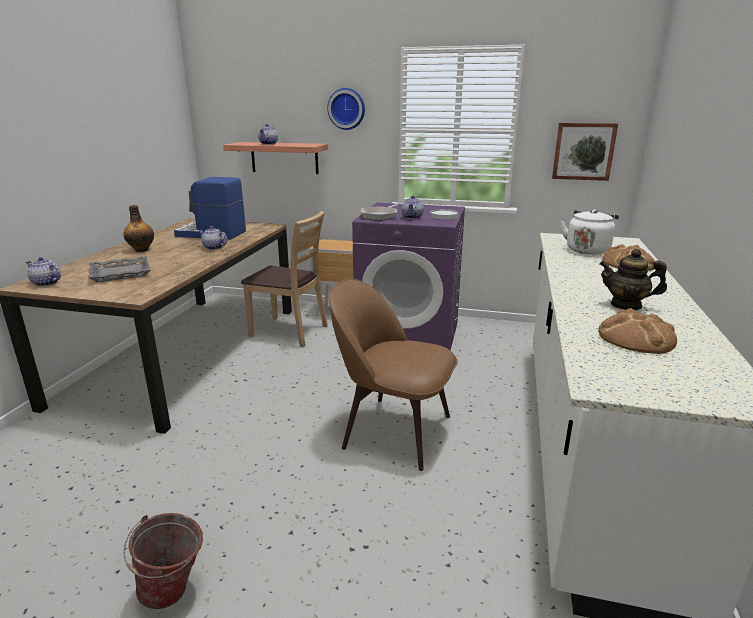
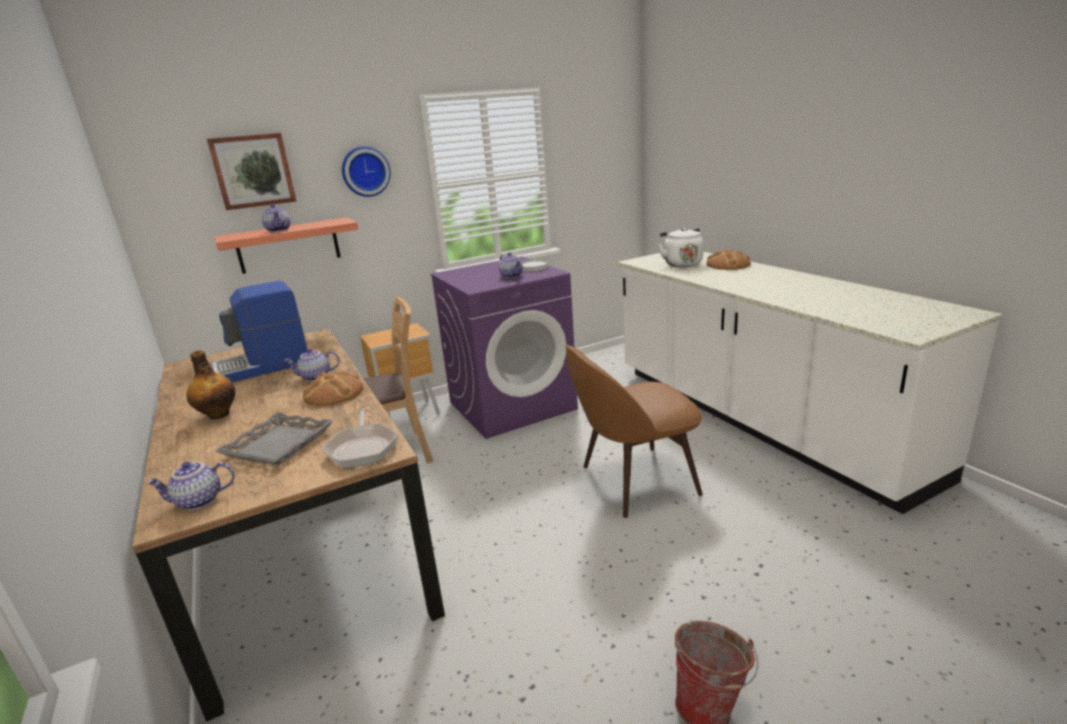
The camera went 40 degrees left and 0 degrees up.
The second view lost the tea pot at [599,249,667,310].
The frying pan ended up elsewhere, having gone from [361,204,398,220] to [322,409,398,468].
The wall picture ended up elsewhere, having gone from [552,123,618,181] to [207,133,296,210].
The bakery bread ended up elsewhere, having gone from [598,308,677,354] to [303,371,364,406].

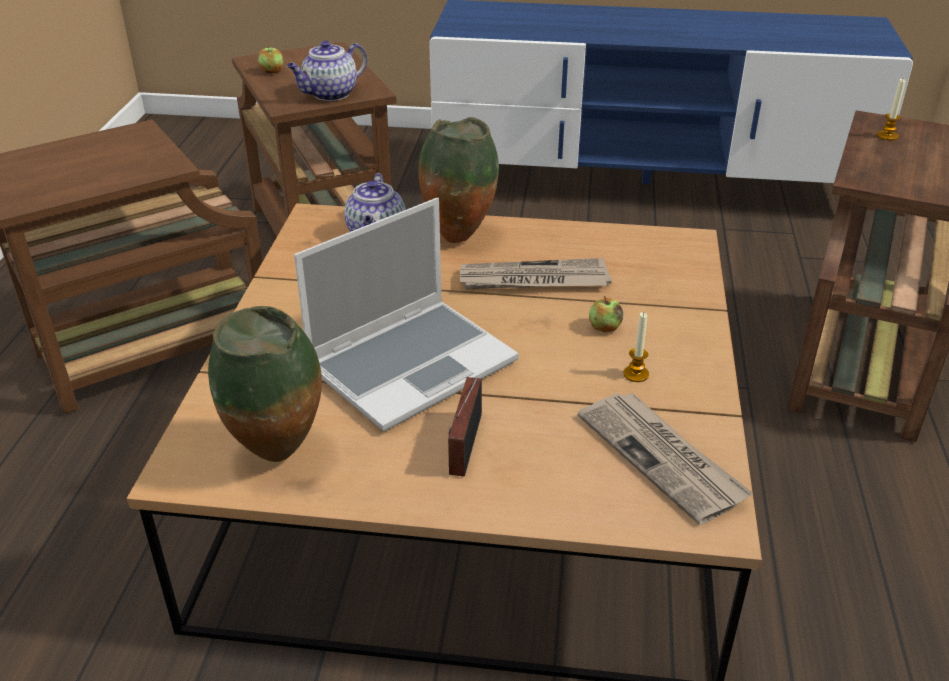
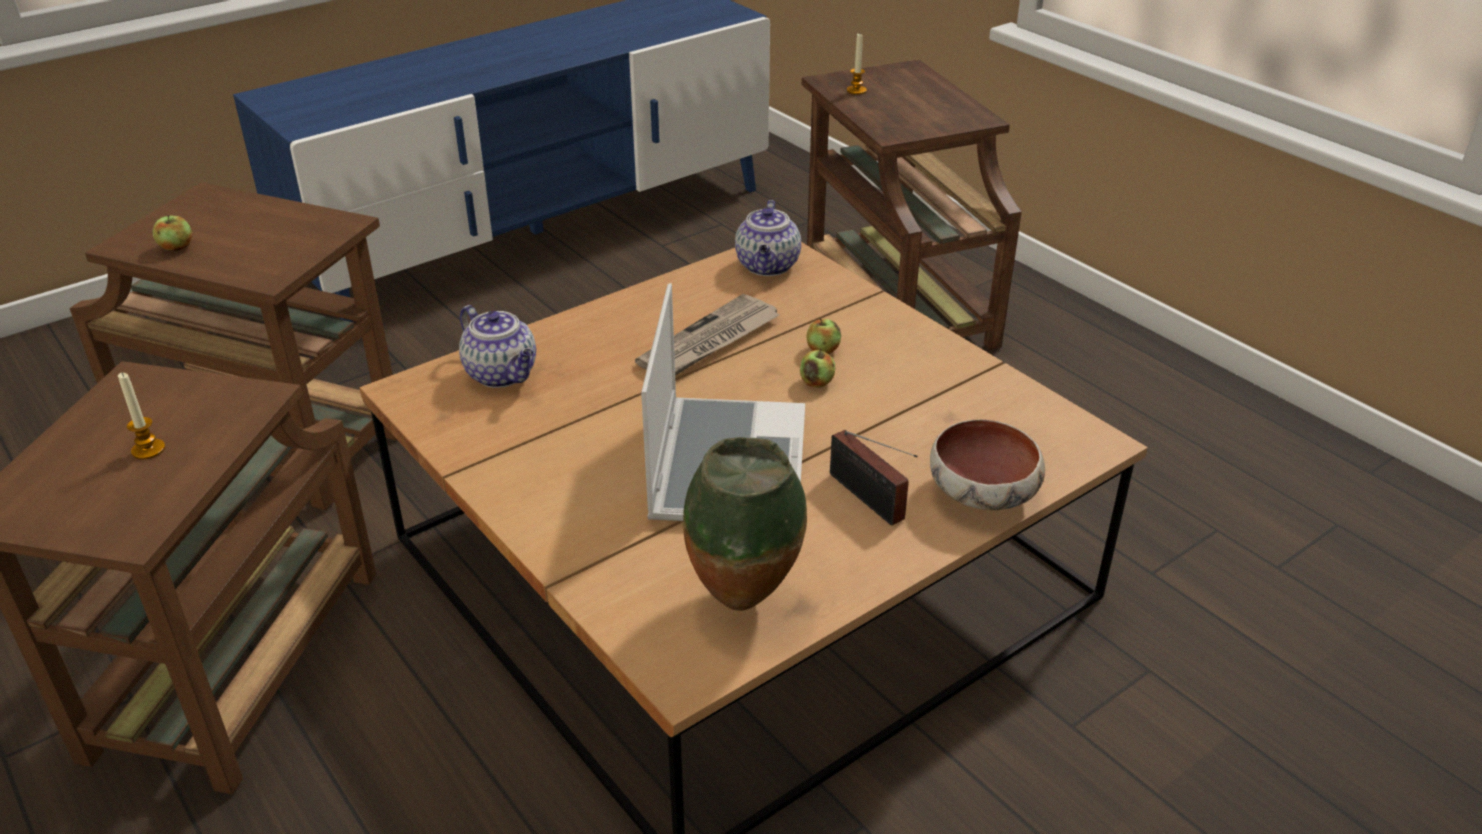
The camera went 45 degrees left and 0 degrees up.
The second view lost the flower vase at [418,117,499,243].
The second view lost the newspaper at [578,393,753,525].
The second view gained the apple fruit at [800,348,835,388].
The second view gained the bowl at [930,419,1045,510].
The tea pot ended up elsewhere, having gone from [287,41,367,101] to [735,200,801,276].
The candle ended up elsewhere, having gone from [623,312,649,382] to [118,373,165,460].

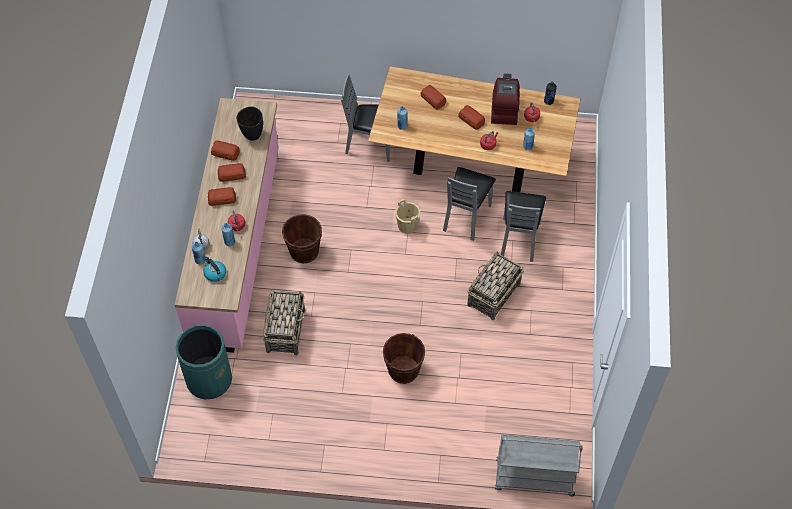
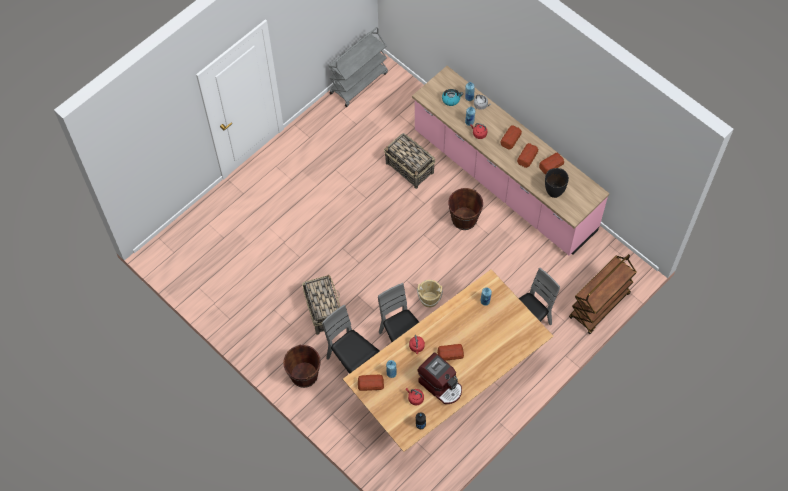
The camera went 130 degrees right and 5 degrees up.
The second view lost the green trash can at [175,325,232,399].
The second view gained the brown-coloured cart at [569,254,637,334].
The brown-coloured water bucket ended up elsewhere, having gone from [383,333,425,384] to [283,345,321,388].
The bakery bread ended up elsewhere, having gone from [420,85,446,109] to [358,375,384,391].
The greyish cart ended up elsewhere, having gone from [495,434,583,496] to [329,27,388,107].

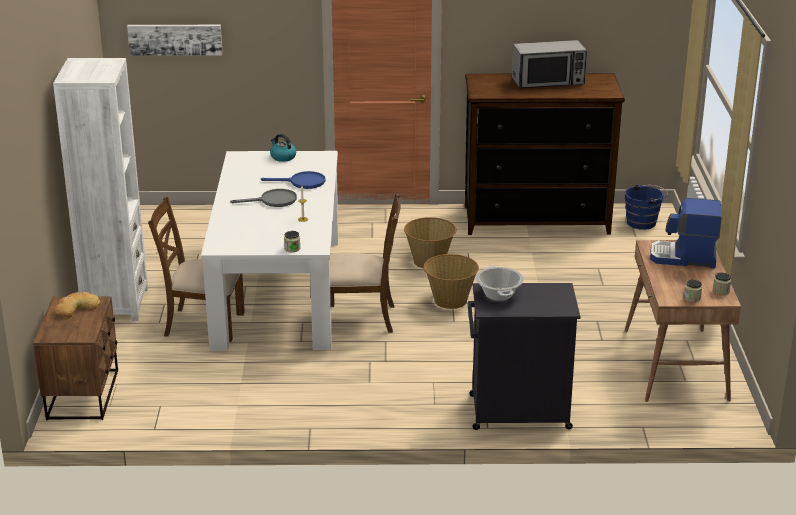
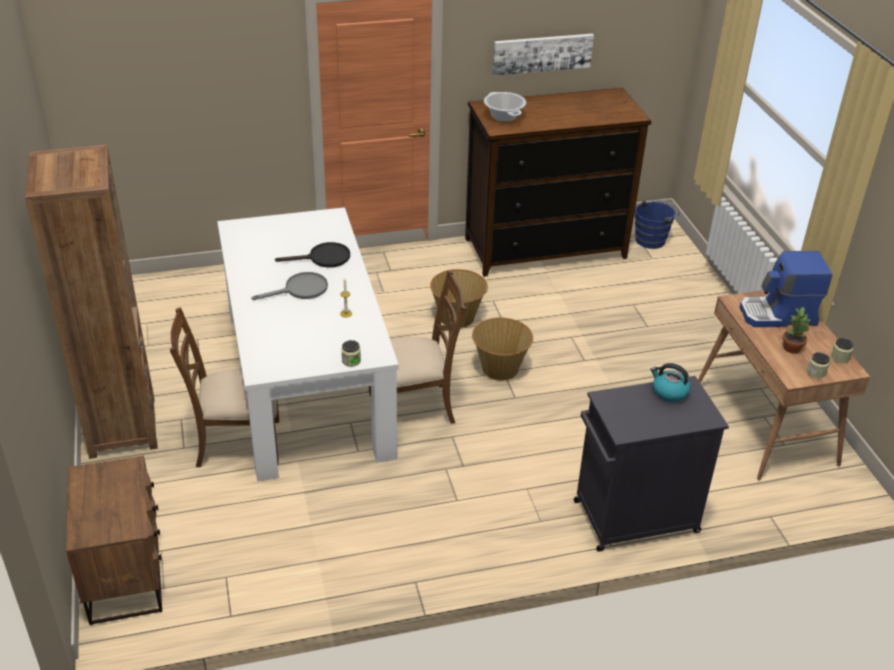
The camera went 15 degrees left and 10 degrees up.
The second view lost the bakery bread at [54,292,101,318].
The second view lost the kitchen microwave at [512,40,587,88].
The second view gained the plant in a pot at [782,306,811,354].
The wall picture ended up elsewhere, having gone from [127,25,223,56] to [492,34,594,76].
The kettle ended up elsewhere, having gone from [270,134,296,162] to [650,363,691,402].
The saucepot ended up elsewhere, having gone from [475,266,524,301] to [484,92,526,122].
What was the white-coloured bookcase at [53,58,148,321] turned into the brown-coloured bookcase at [25,145,158,459].
What was the blue-coloured frying pan at [261,171,325,189] turned into the black frying pan at [275,242,350,268].

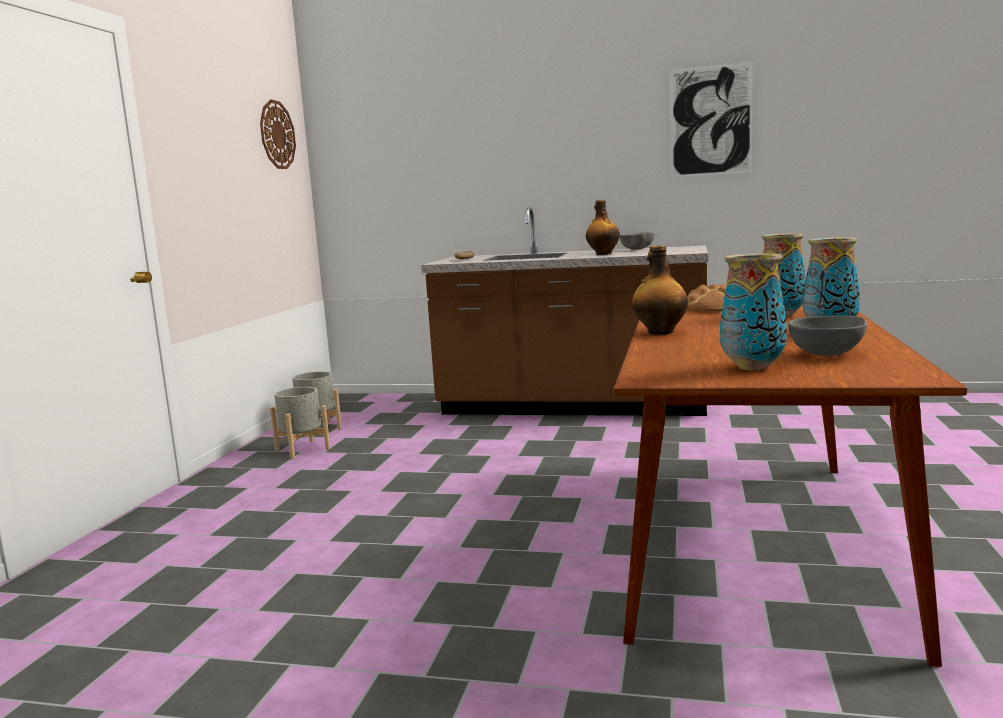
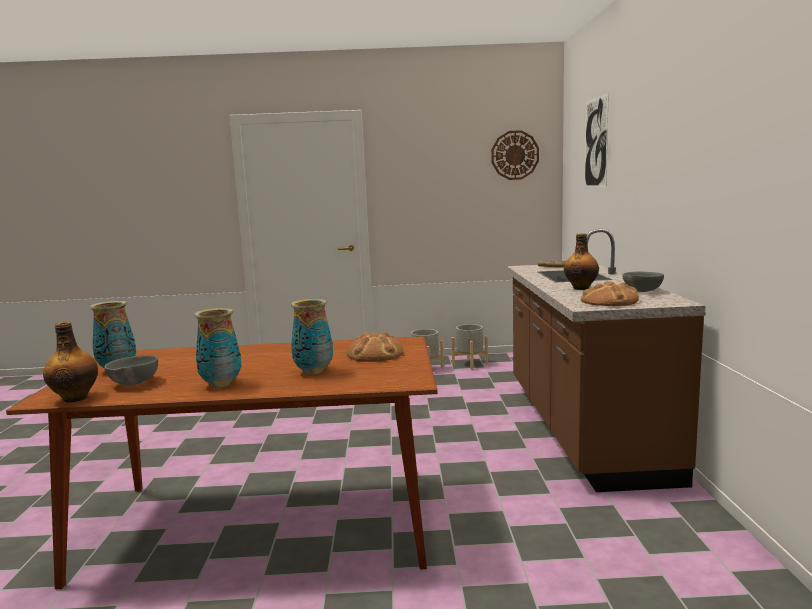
The camera went 75 degrees right and 0 degrees up.
The second view gained the bakery bread at [581,281,639,306].
The beverage bottle ended up elsewhere, having gone from [632,246,688,335] to [43,322,98,402].
The wall picture ended up elsewhere, having gone from [670,62,752,178] to [584,93,609,187].

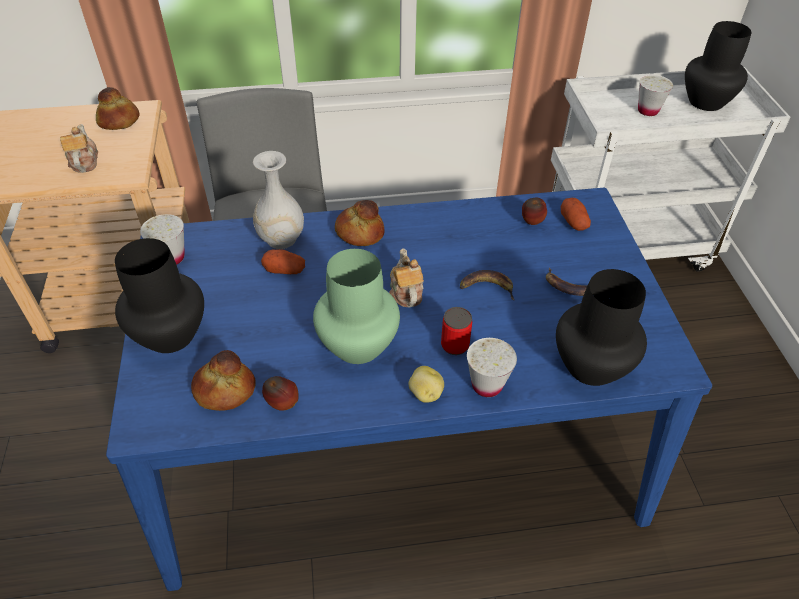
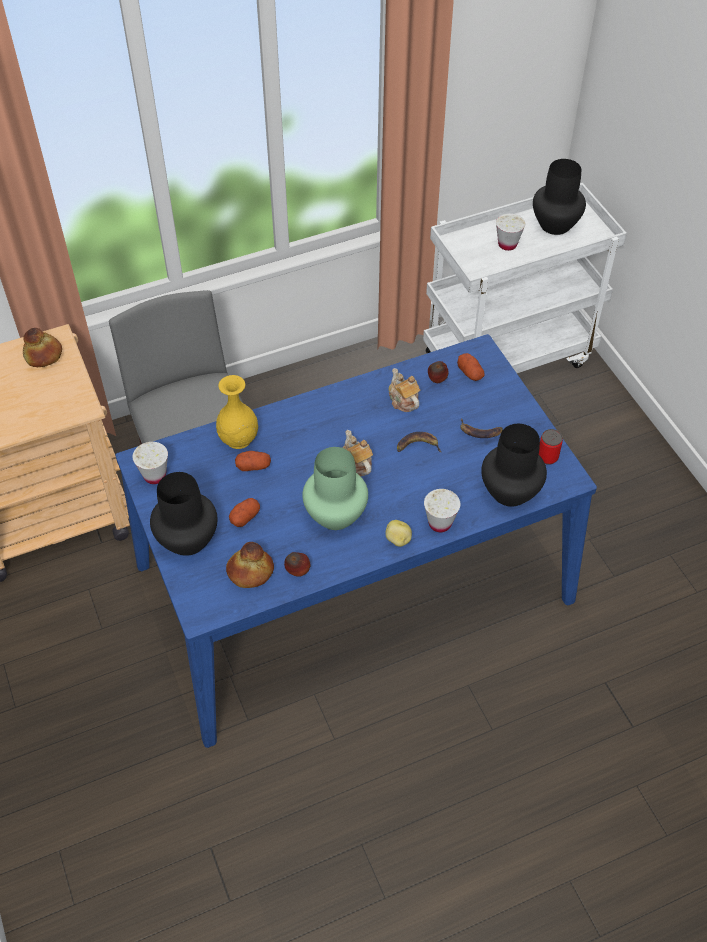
The camera went 15 degrees left and 5 degrees up.
The second view lost the bakery bread at [335,200,385,246].
The second view gained the whole potato at [229,498,260,527].
The tea pot ended up elsewhere, having gone from [60,124,98,173] to [388,368,420,412].
The metal can ended up elsewhere, having gone from [441,307,472,355] to [539,429,563,465].
What was the white-coloured flower vase at [253,151,304,249] turned into the yellow-coloured flower vase at [216,375,258,449].

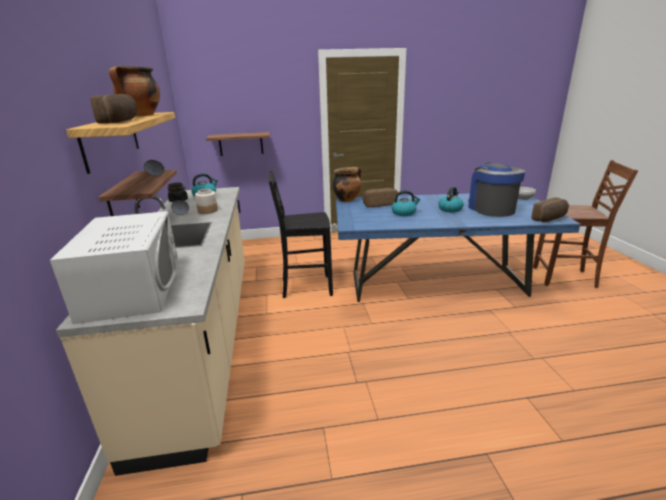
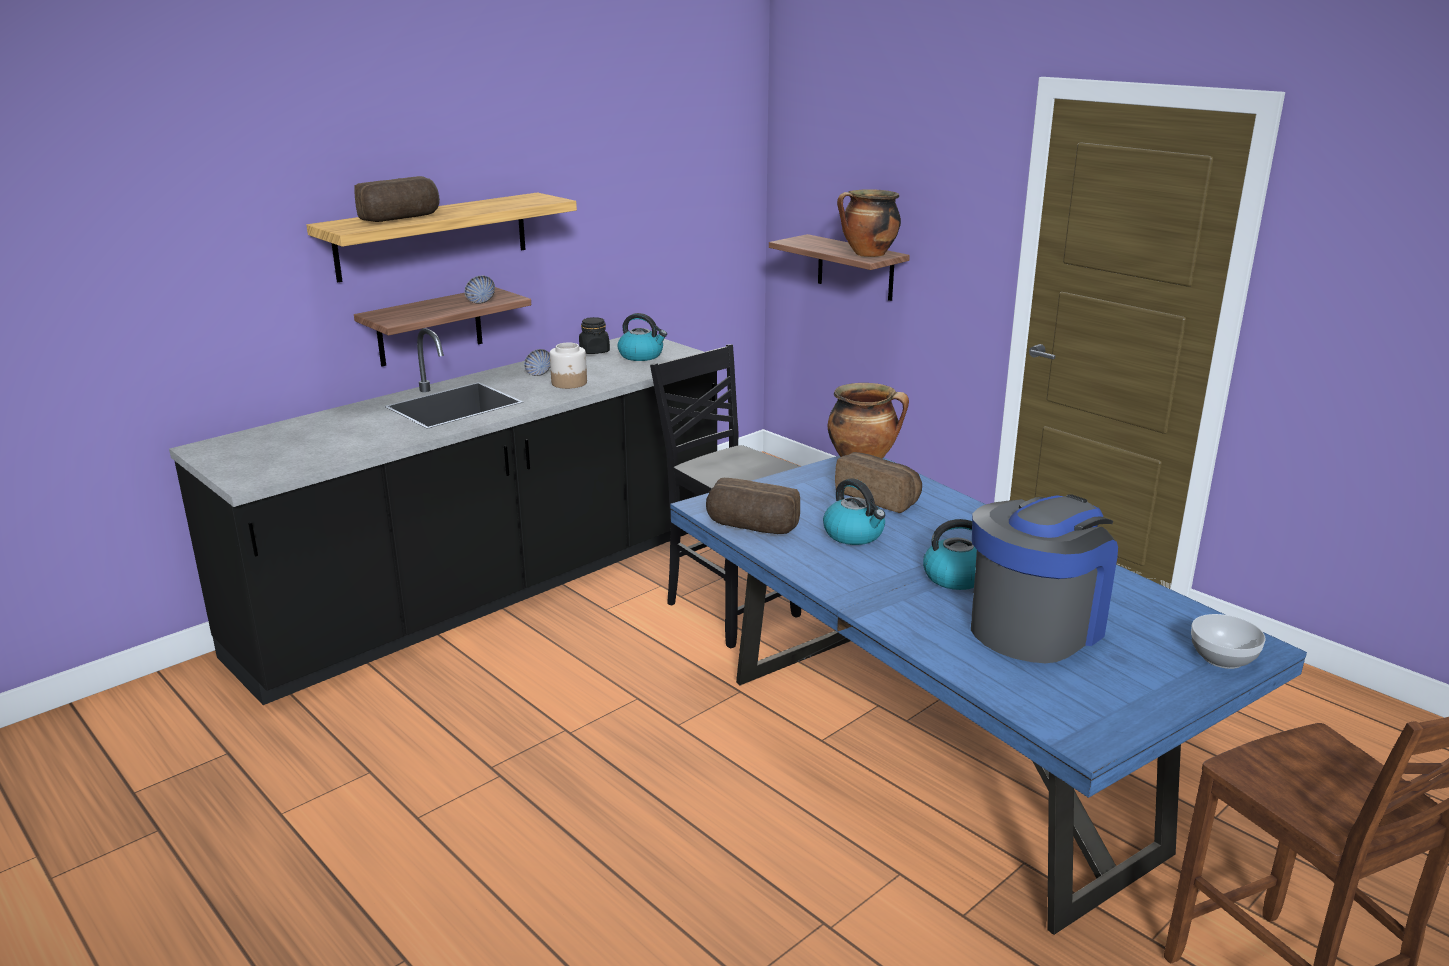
The camera went 55 degrees right and 0 degrees up.
The second view lost the white-coloured kitchen microwave at [50,211,178,324].
The saucepot ended up elsewhere, having gone from [109,66,160,116] to [837,189,901,257].
The bakery bread ended up elsewhere, having gone from [532,197,569,222] to [706,478,800,534].
What was the beige-coloured counter at [56,187,245,476] turned into the black counter at [169,328,717,705].

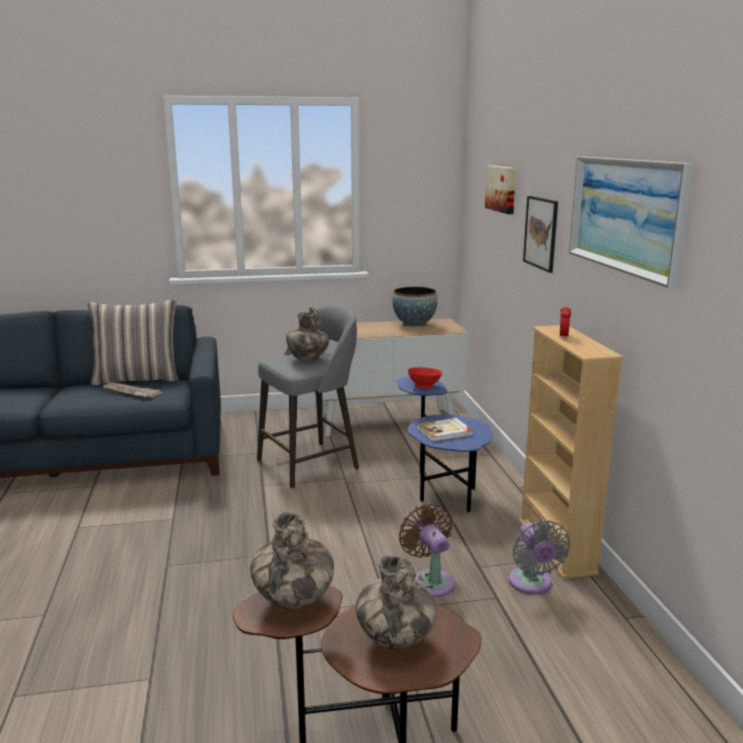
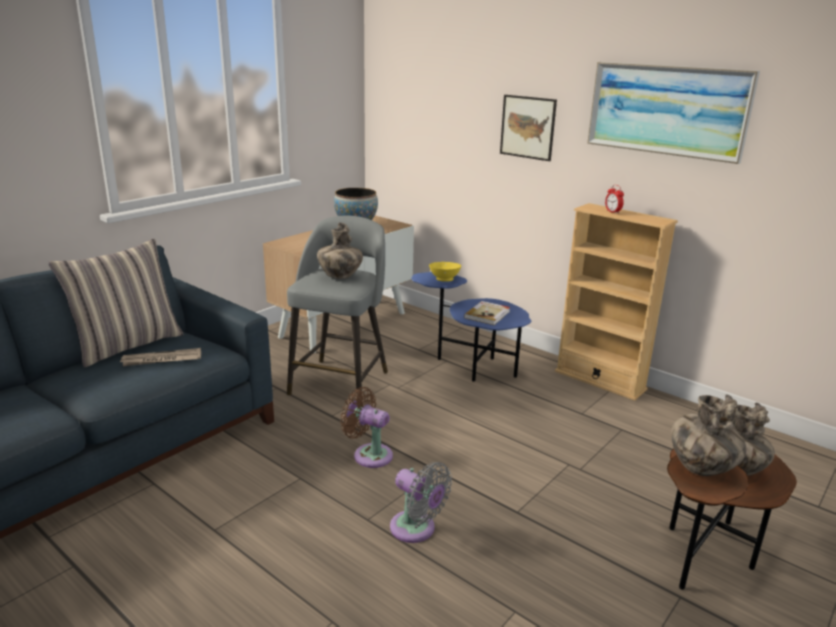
The camera went 40 degrees left and 5 degrees up.
The second view lost the wall picture at [485,165,516,214].
The brown-coloured fan ended up elsewhere, having gone from [399,504,455,597] to [340,387,393,468].
The greyish fan ended up elsewhere, having gone from [509,520,570,595] to [390,462,452,543].
What was the red-coloured bowl at [408,367,442,389] turned into the yellow-coloured bowl at [429,262,461,282].

